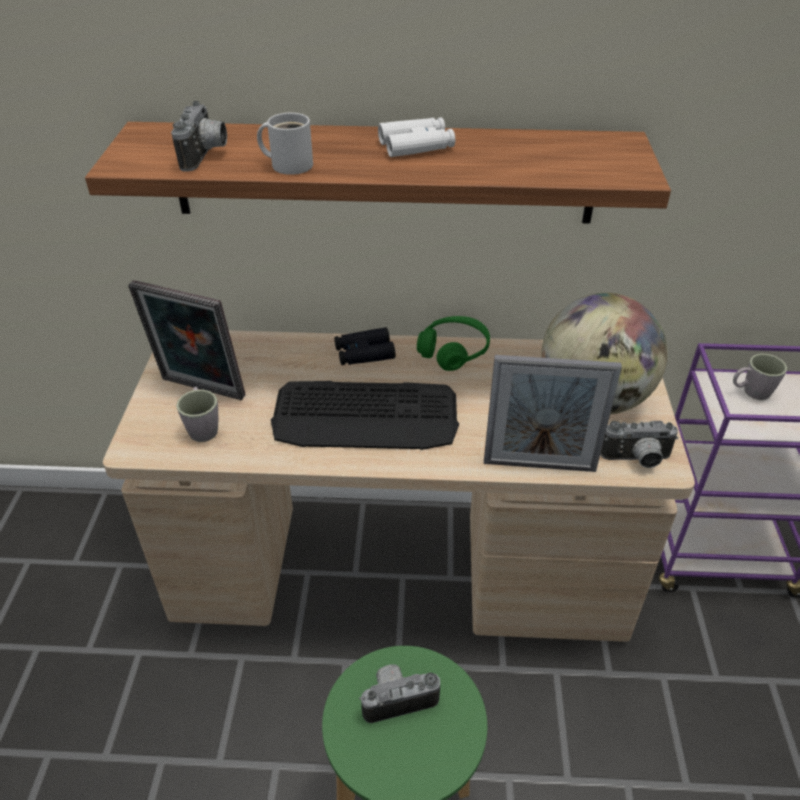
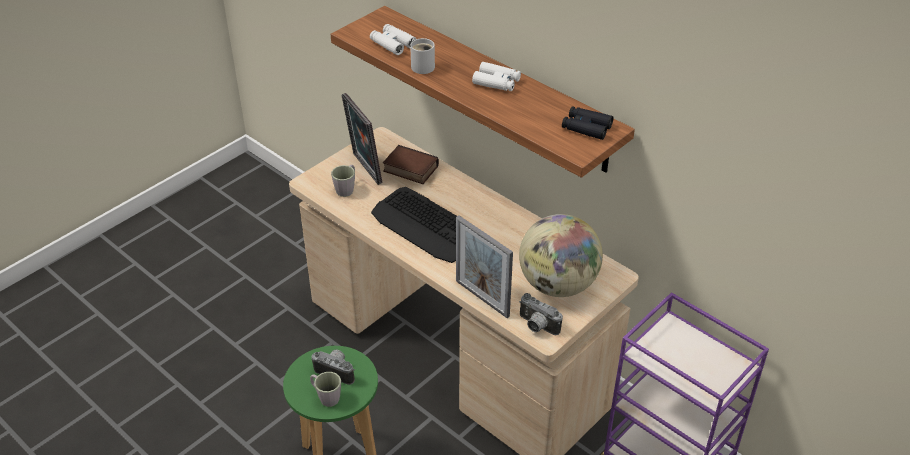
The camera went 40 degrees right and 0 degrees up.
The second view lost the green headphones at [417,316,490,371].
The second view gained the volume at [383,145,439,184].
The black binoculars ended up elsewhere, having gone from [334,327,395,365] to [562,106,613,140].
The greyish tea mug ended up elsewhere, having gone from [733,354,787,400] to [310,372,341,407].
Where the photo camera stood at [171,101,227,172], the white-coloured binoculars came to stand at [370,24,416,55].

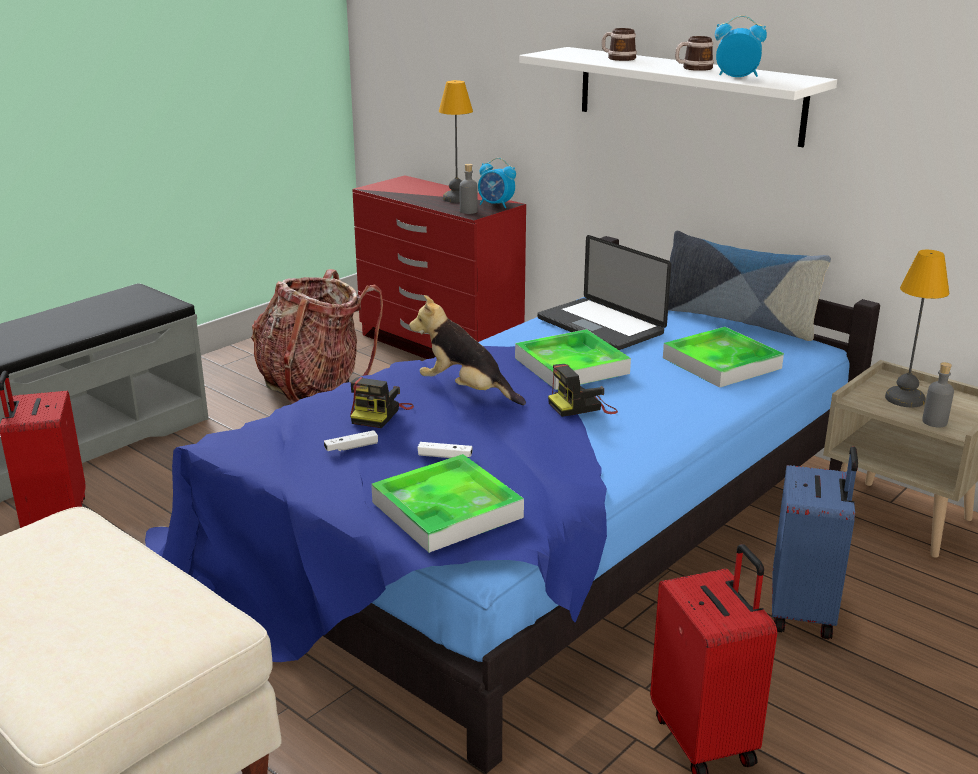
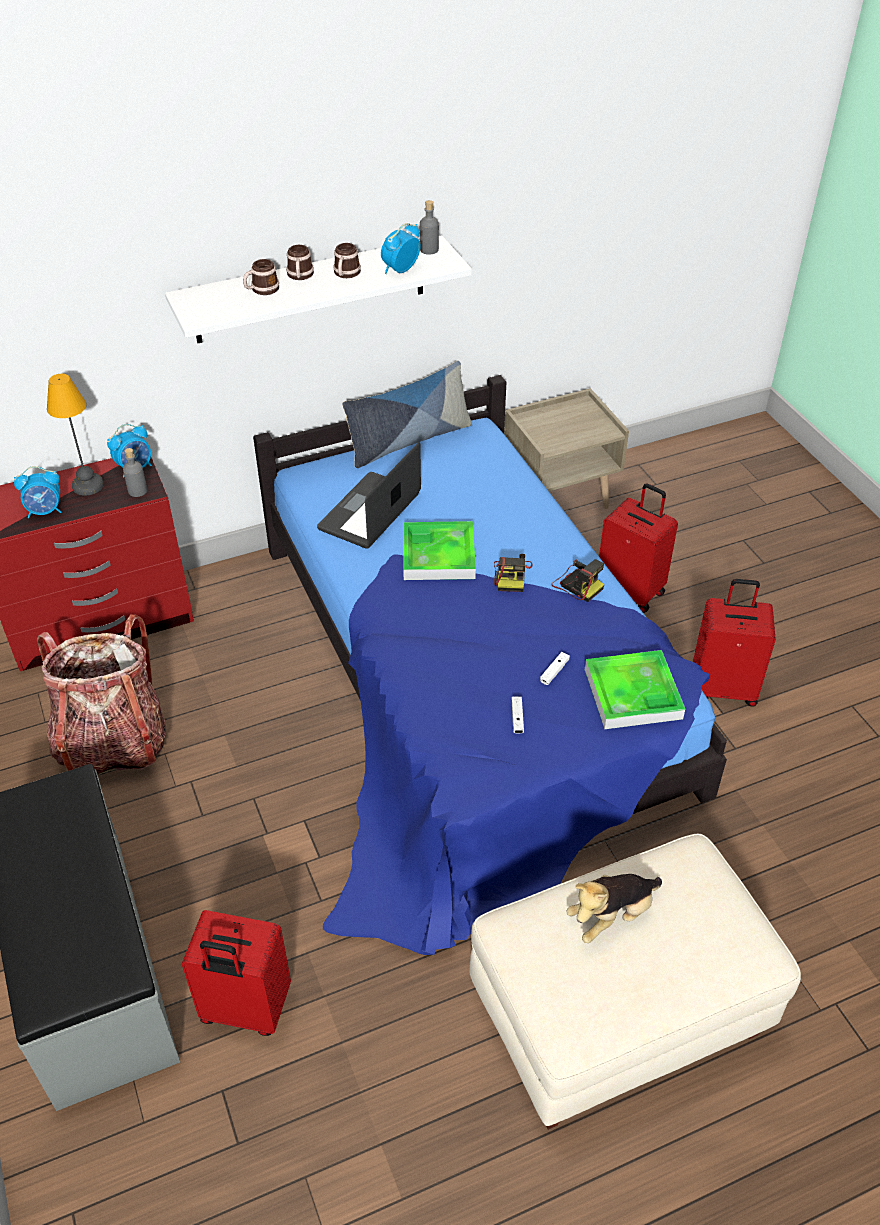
The camera went 65 degrees left and 20 degrees up.
The second view lost the carrying tray at [663,327,784,388].
The second view lost the lamp for a table at [885,250,949,407].
The second view gained the bedside clock at [14,466,62,518].
The second view gained the tea mug at [286,245,314,280].
The photo camera ended up elsewhere, having gone from [350,377,414,428] to [551,559,605,602].
The cuddly toy ended up elsewhere, having gone from [409,295,526,405] to [566,874,662,943].
The greyish beverage bottle ended up elsewhere, having gone from [922,362,954,428] to [420,200,439,255].
What was the blue-coloured travel case at [772,446,858,639] turned into the red-coloured travel case at [599,483,678,613].
The notebook computer at [537,235,671,350] ended up facing another way, 135 degrees clockwise from before.

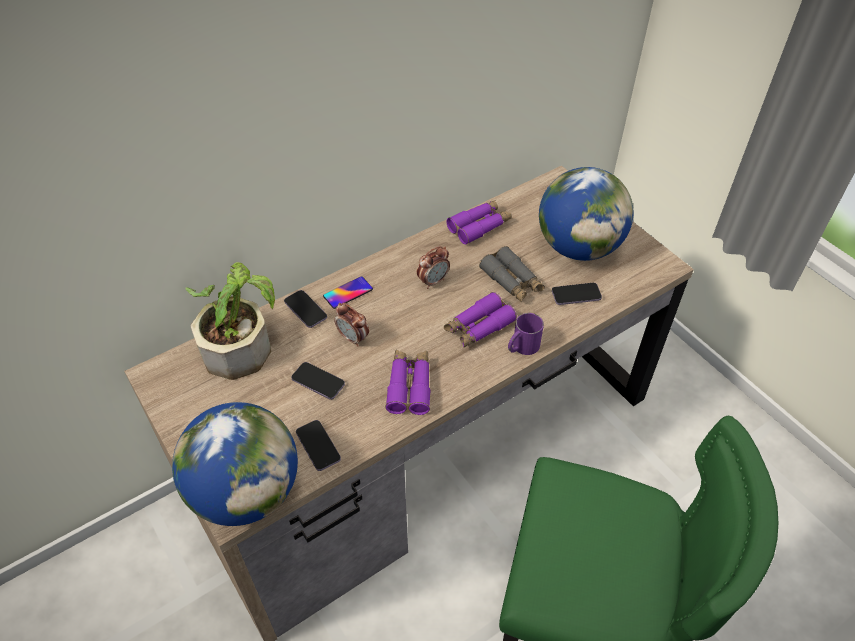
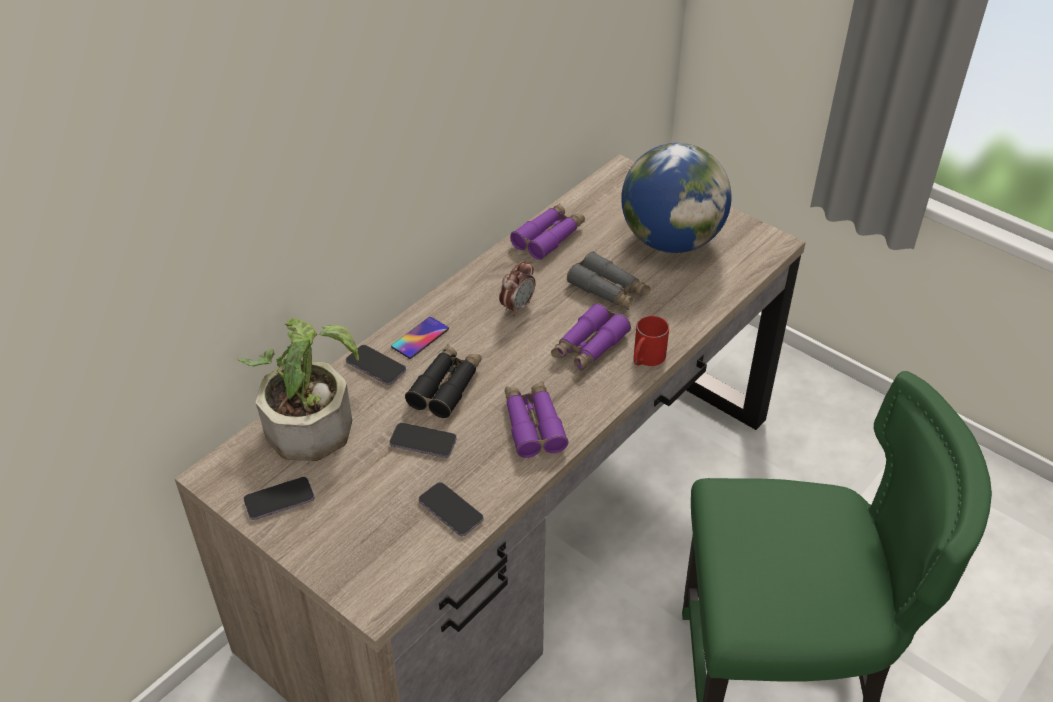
The camera went 15 degrees left and 5 degrees down.
The second view lost the desk globe at [172,402,298,526].
The telephone ended up elsewhere, having gone from [552,283,602,305] to [244,477,315,520].
Where the bedside clock stood at [334,303,369,347], the black binoculars came to stand at [405,344,482,418].
What was the purplish tea mug at [508,313,544,355] turned into the red-coloured tea mug at [633,315,669,366].

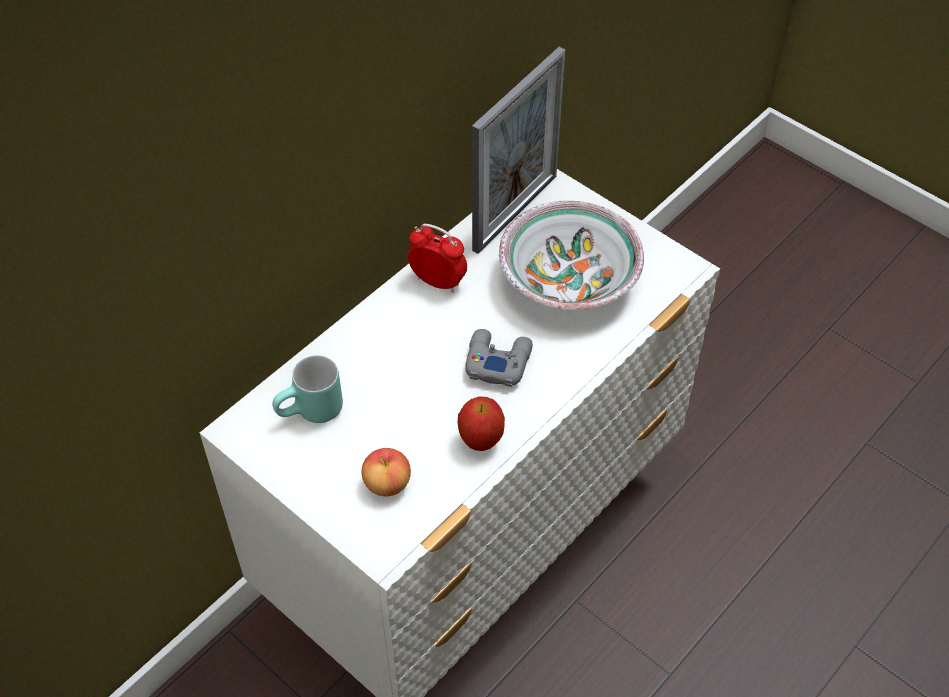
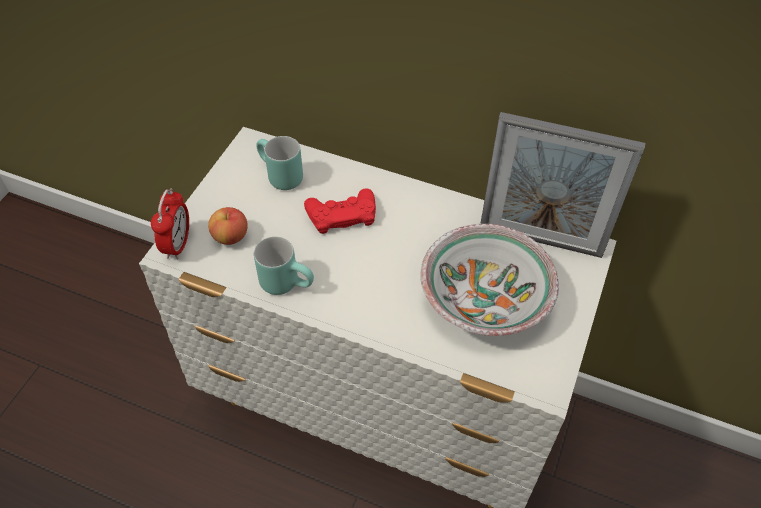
The camera went 70 degrees right and 0 degrees up.
The second view lost the greyish gamepad at [465,329,533,387].
The second view gained the red-coloured gamepad at [304,188,376,234].
The bedside clock ended up elsewhere, having gone from [408,224,467,293] to [151,188,189,260].
Where the apple fruit stood at [458,397,505,451], the turquoise-coloured tea mug came to stand at [254,236,314,295].

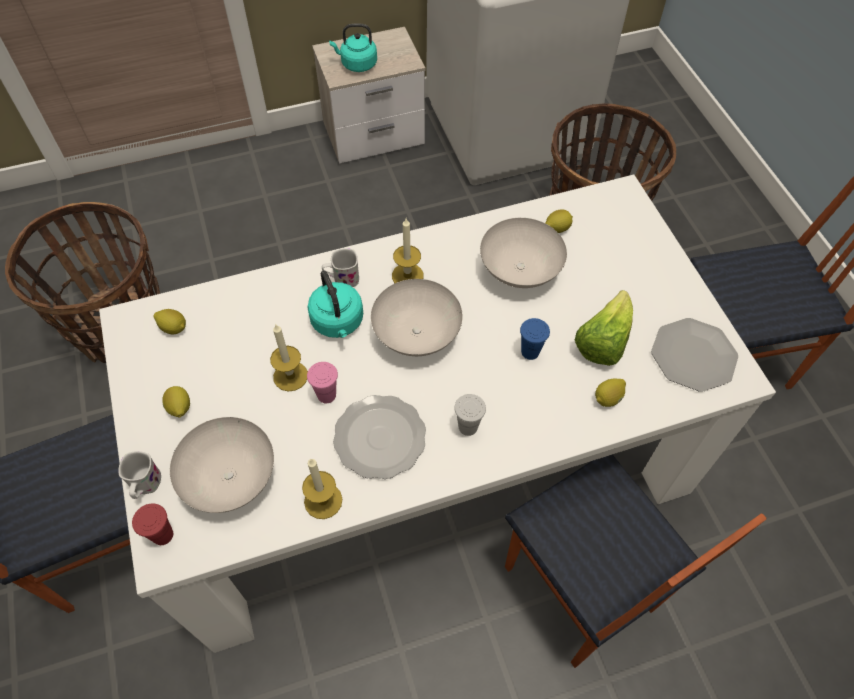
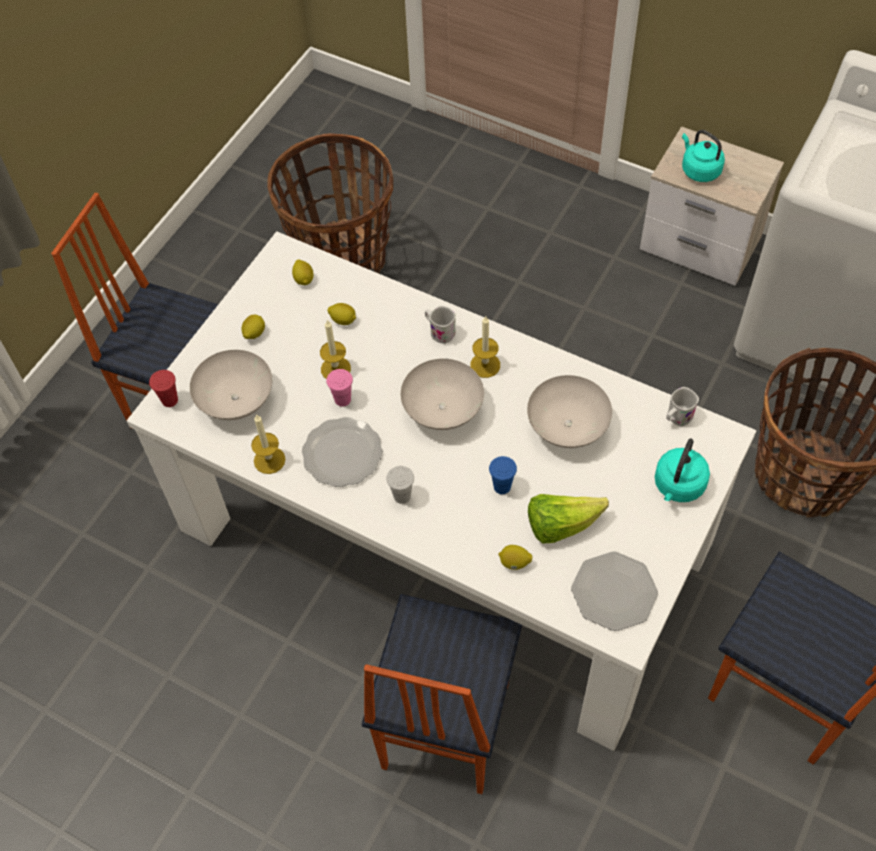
The camera went 50 degrees right and 0 degrees up.
The white-coloured tea mug ended up elsewhere, having gone from [119,451,161,499] to [666,387,699,426].
The turquoise-coloured kettle ended up elsewhere, having gone from [307,271,363,338] to [655,439,710,502].
The citrus fruit ended up elsewhere, having gone from [545,209,573,233] to [327,303,356,325].

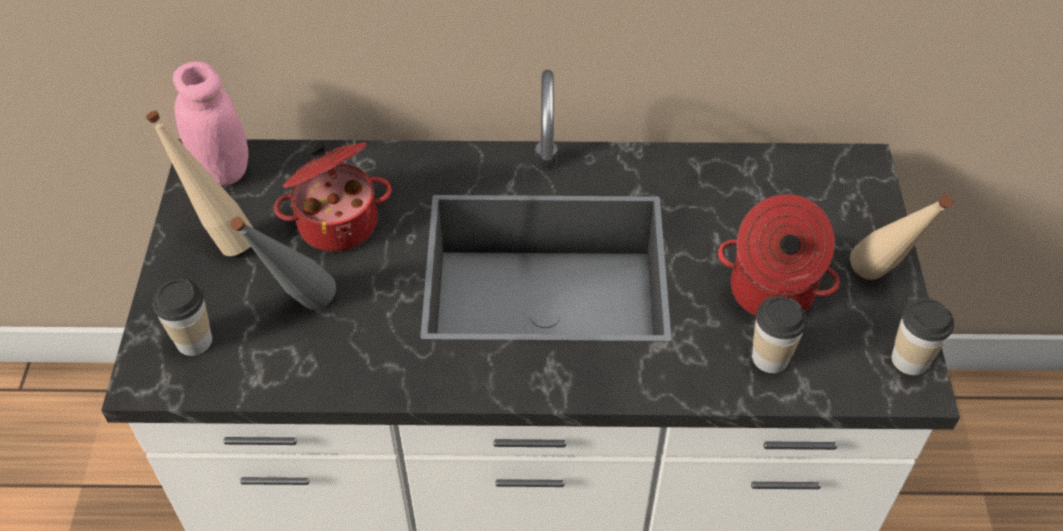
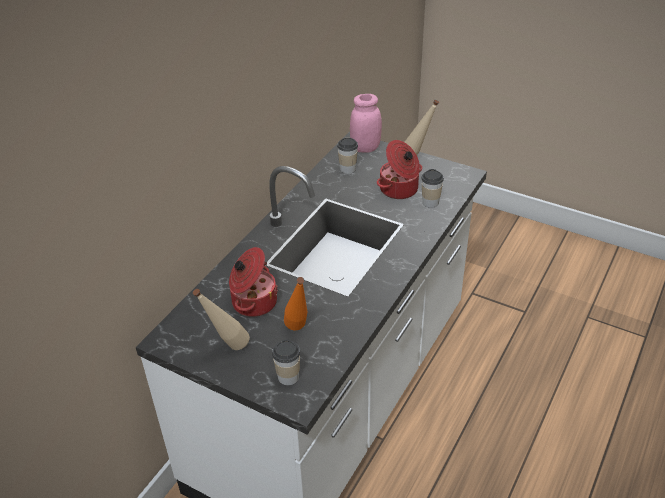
The camera went 60 degrees left and 10 degrees down.
The pink-coloured storage jar ended up elsewhere, having gone from [173,61,248,186] to [350,94,382,153].
The cup ended up elsewhere, having gone from [892,298,954,375] to [337,138,358,174].
What was the greyish beverage bottle at [230,217,336,310] turned into the orange beverage bottle at [284,277,307,331].

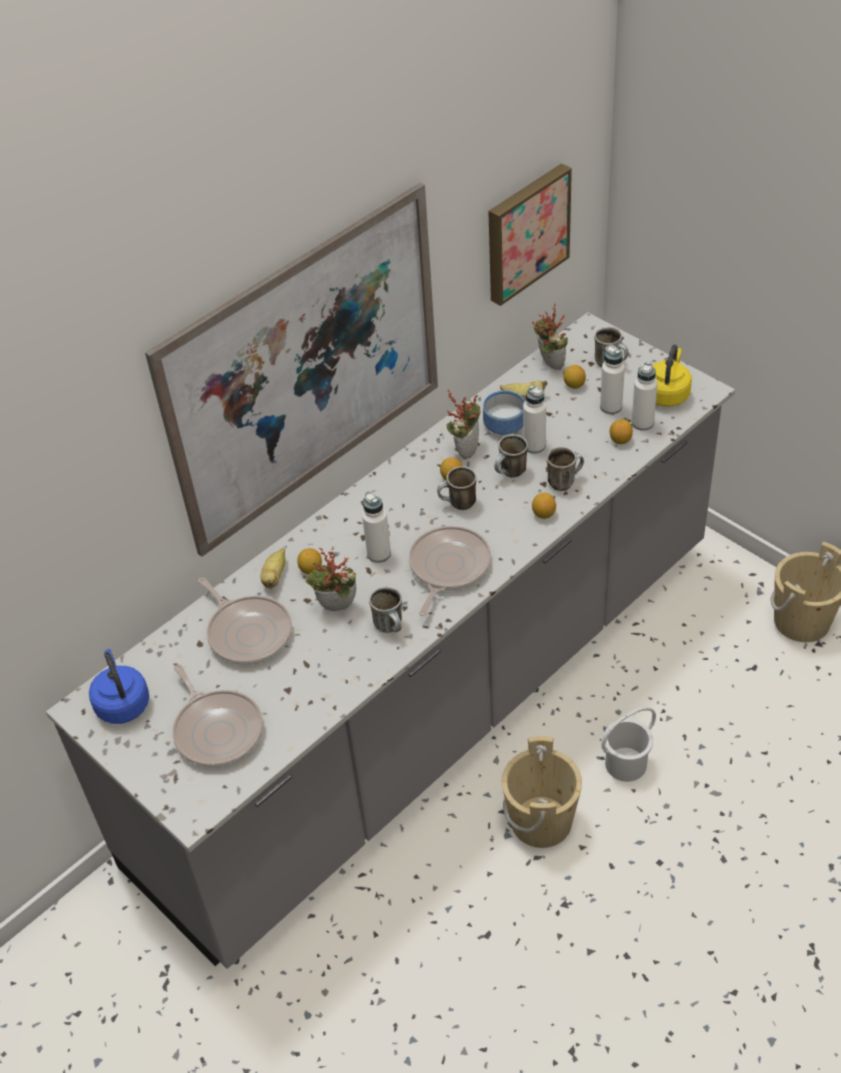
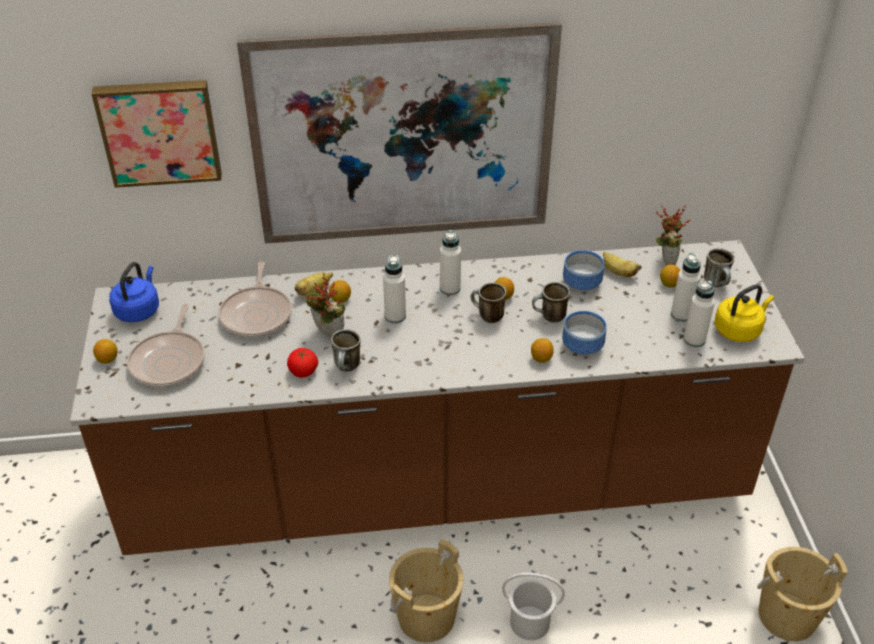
The camera went 35 degrees right and 5 degrees down.
The second view lost the frying pan at [409,526,491,616].
The second view lost the plant in a pot at [446,389,481,459].
The second view gained the tomato at [287,348,318,378].
The wall picture ended up elsewhere, having gone from [488,163,572,306] to [91,80,222,188].
The white-coloured beverage bottle ended up elsewhere, having gone from [523,385,546,454] to [440,230,461,295].
The citrus fruit ended up elsewhere, having gone from [610,419,633,444] to [93,339,118,364].
Where the tea mug stood at [547,447,584,491], the bowl came to stand at [562,311,607,355].
What was the greyish counter at [46,312,735,969] turned into the brown-coloured counter at [70,240,805,555].

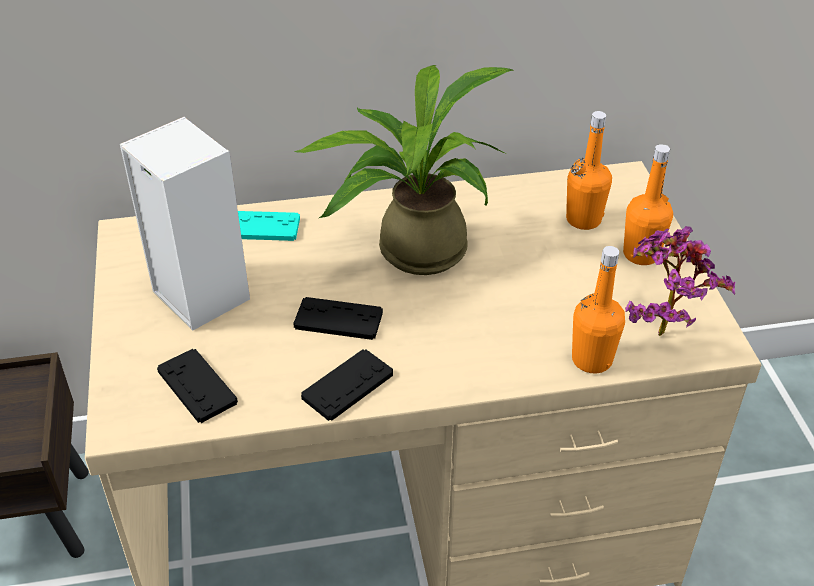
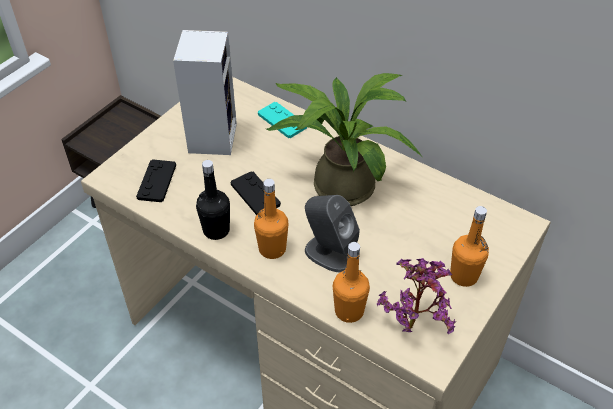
The camera went 45 degrees right and 5 degrees up.
The second view gained the greyish audio speaker at [305,195,360,272].
The orange beverage bottle ended up elsewhere, having gone from [566,111,612,230] to [254,179,288,259].
Where the black gamepad stood at [301,349,393,421], the black beverage bottle came to stand at [196,160,230,240].

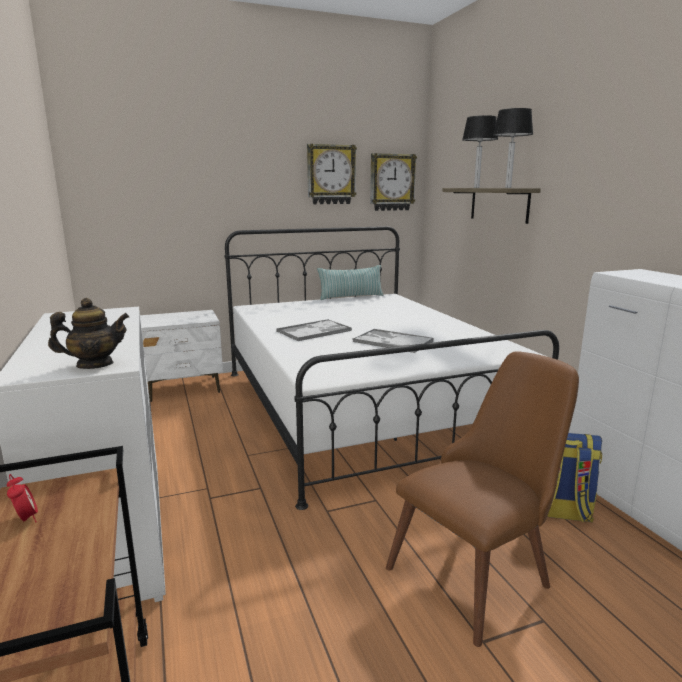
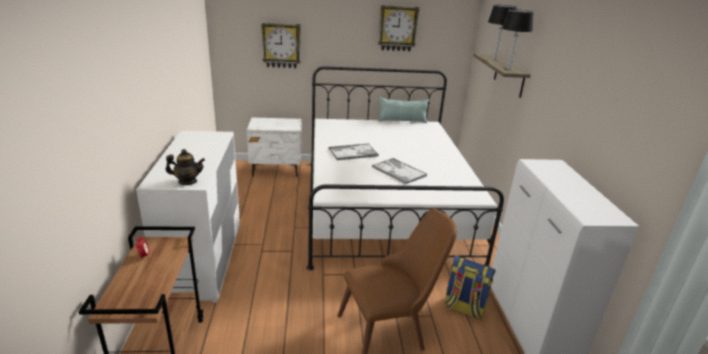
The camera went 15 degrees right and 10 degrees up.
The clock on the wall ended up elsewhere, having gone from [370,153,417,211] to [261,22,301,68].

